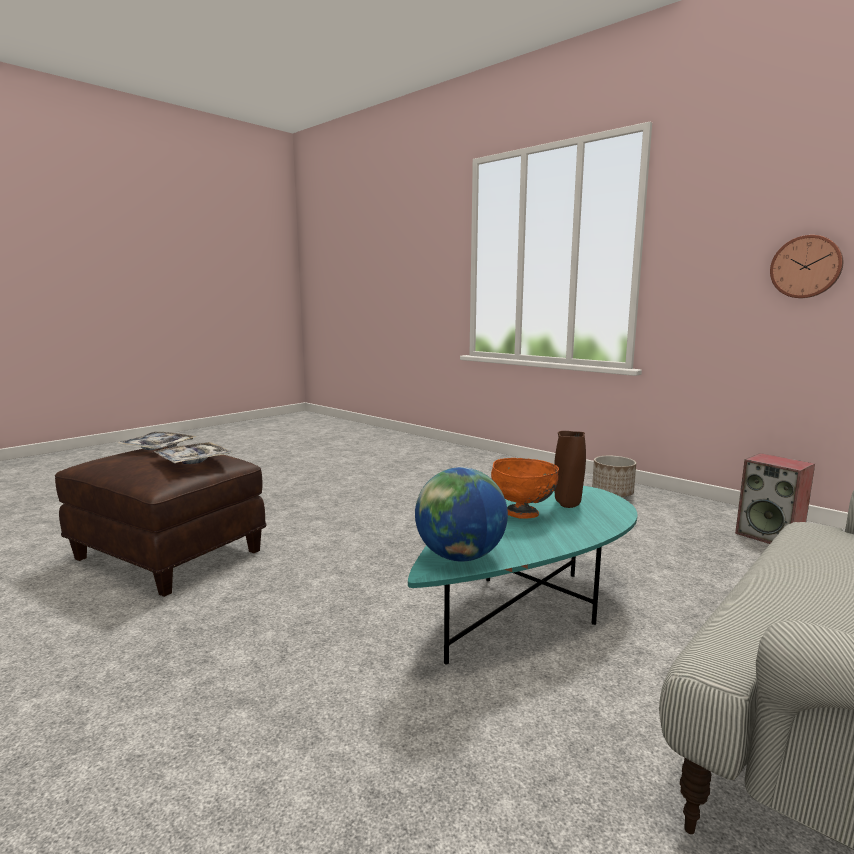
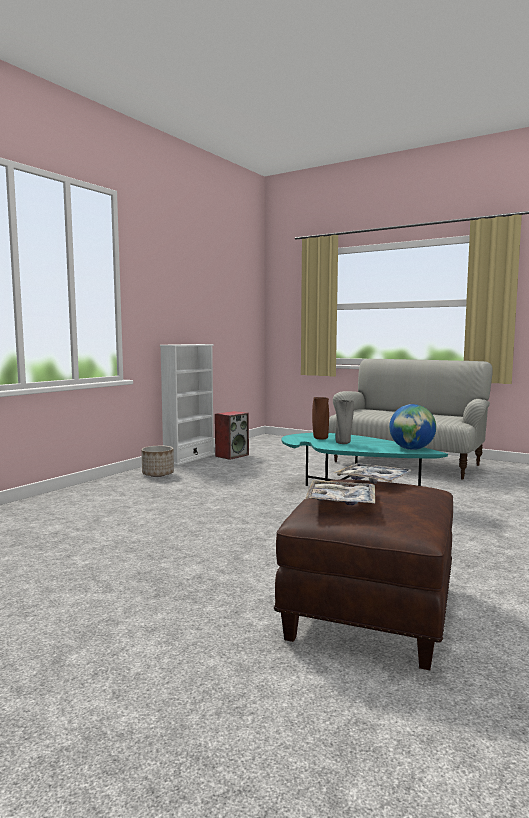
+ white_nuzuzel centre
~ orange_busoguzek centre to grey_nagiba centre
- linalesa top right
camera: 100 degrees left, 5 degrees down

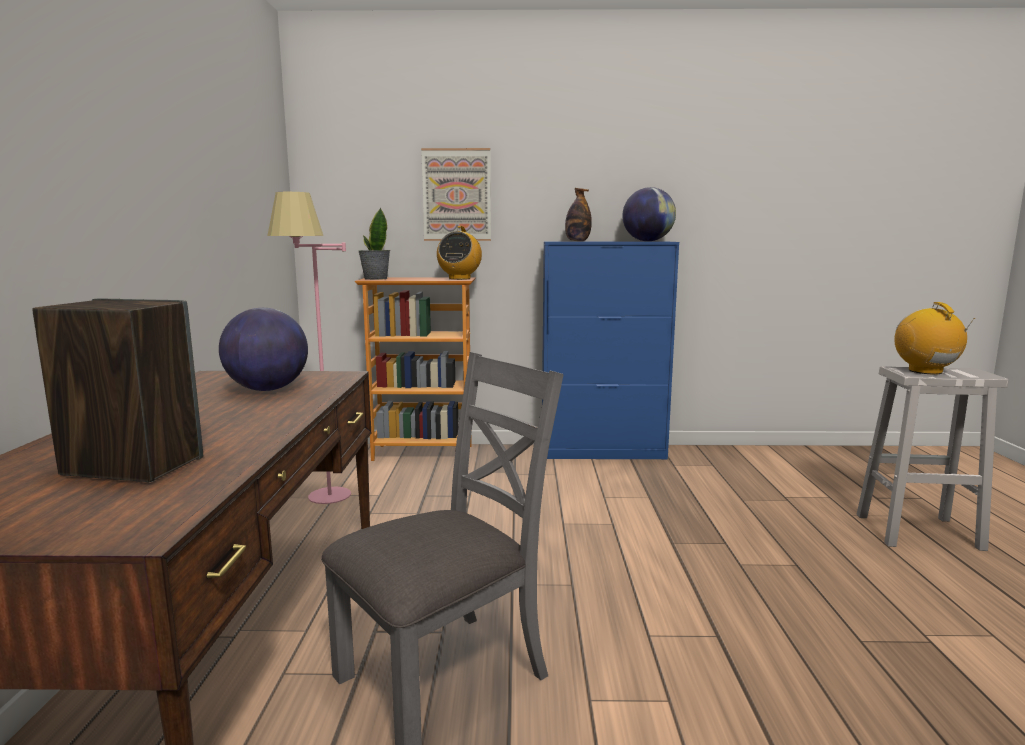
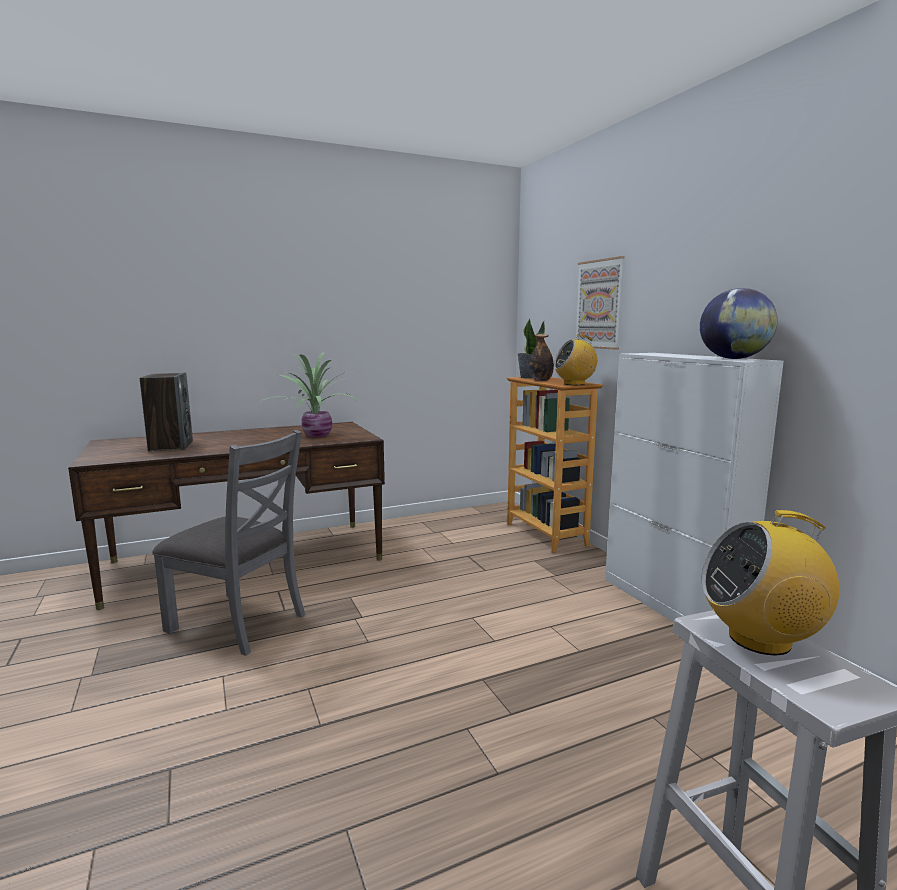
~ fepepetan (no. 1 from left) middle left to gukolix (no. 1 from left) centre
~ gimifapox top centre to centre
~ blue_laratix centre to white_laratix middle right
~ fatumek (no. 2 from left) middle right = middle right 150 degrees counterclockwise
- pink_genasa middle left
camera: 65 degrees right, 0 degrees up

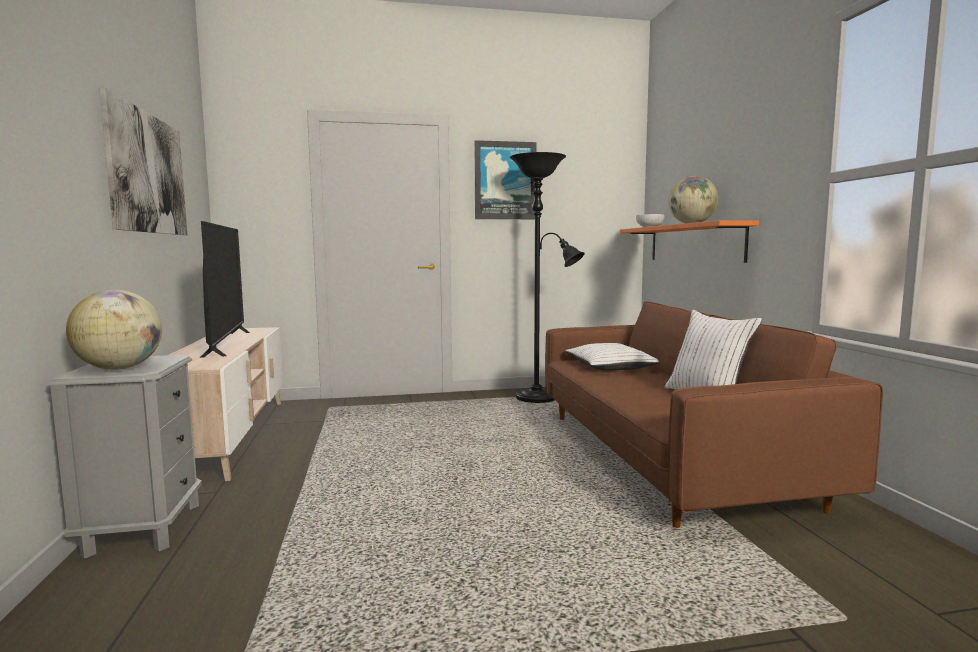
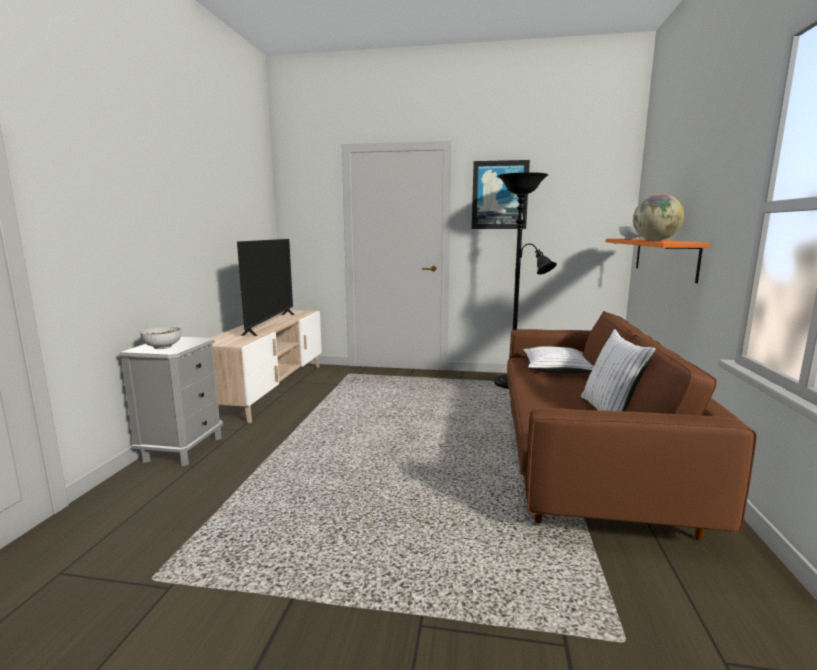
~ fepepetan (no. 1 from left) middle left to busoguzek (no. 1 from left) middle left
- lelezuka (no. 1 from left) top left
camera: 20 degrees right, 5 degrees up

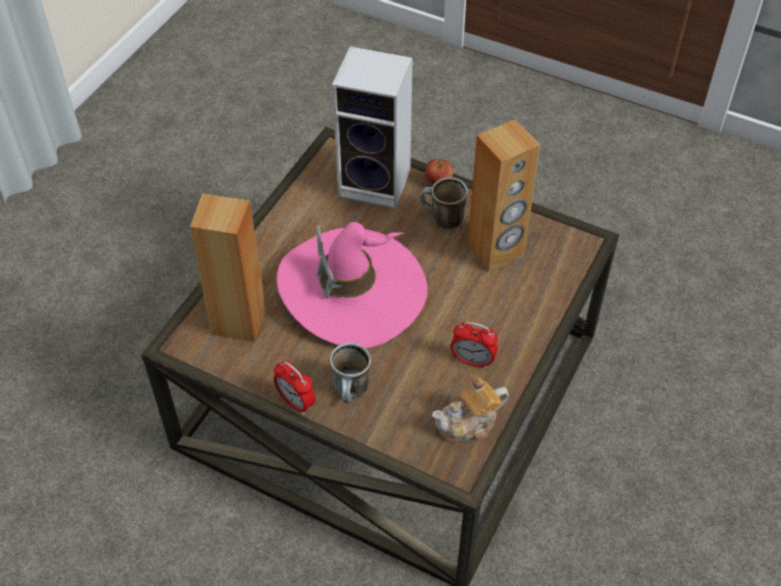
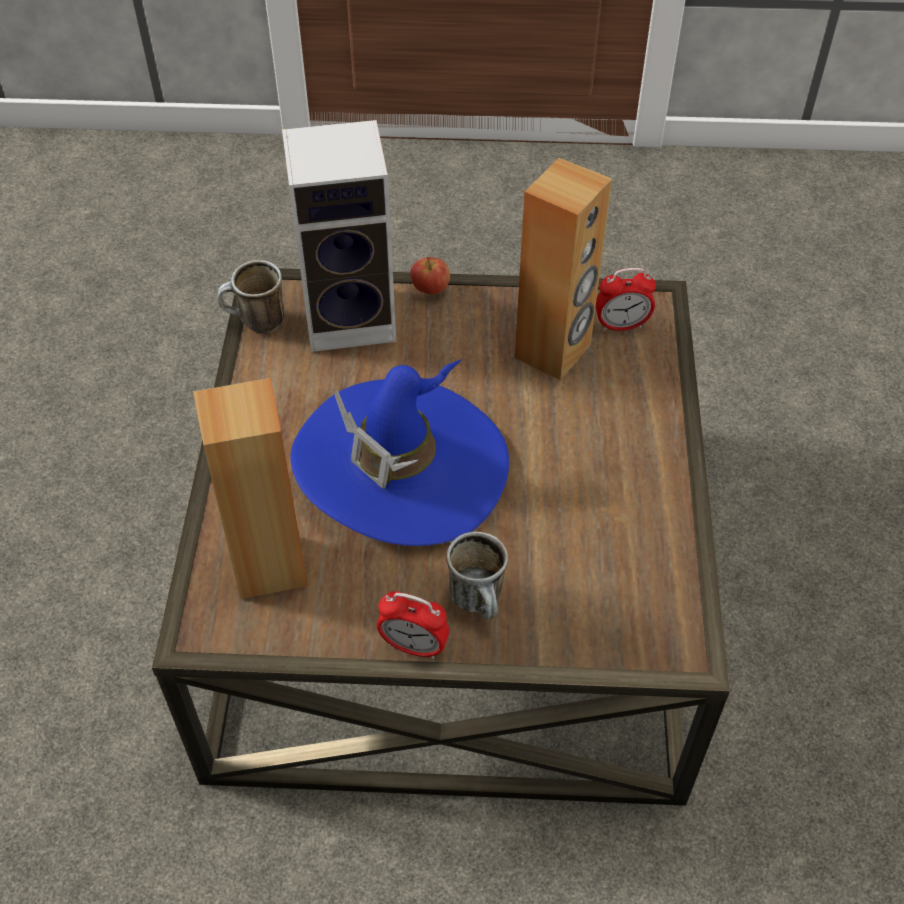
~ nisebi (no. 2 from left in the first image) centre to nisebi (no. 1 from left) top left
~ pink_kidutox centre to blue_kidutox centre
~ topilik (no. 2 from left) centre to top right
- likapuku bottom centre
camera: 25 degrees left, 0 degrees up

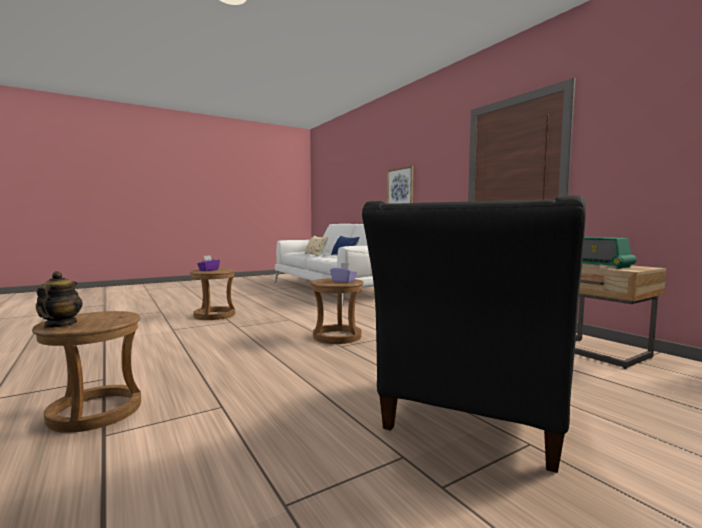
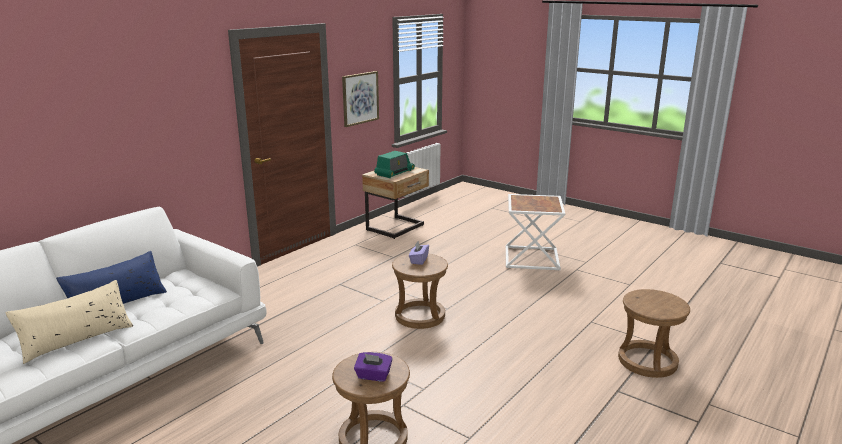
~ lelezuka centre to top centre
~ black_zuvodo middle right to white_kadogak centre
- likapuku middle left
camera: 110 degrees left, 15 degrees up

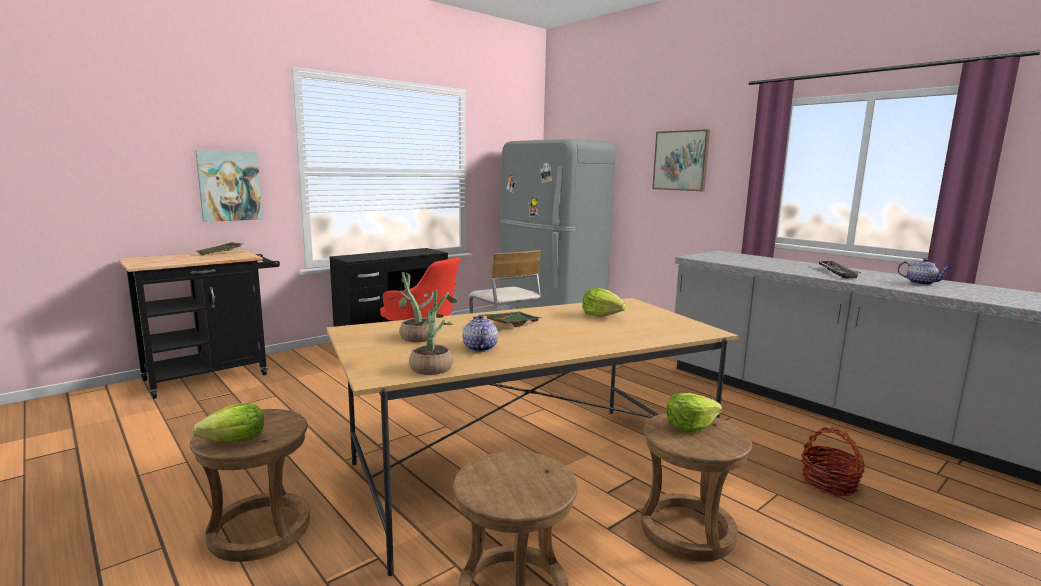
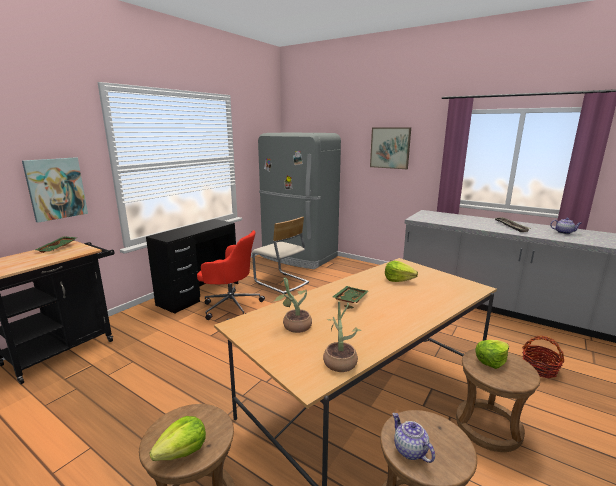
~ likapuku (no. 1 from left) centre to bottom right
camera: 15 degrees left, 5 degrees up

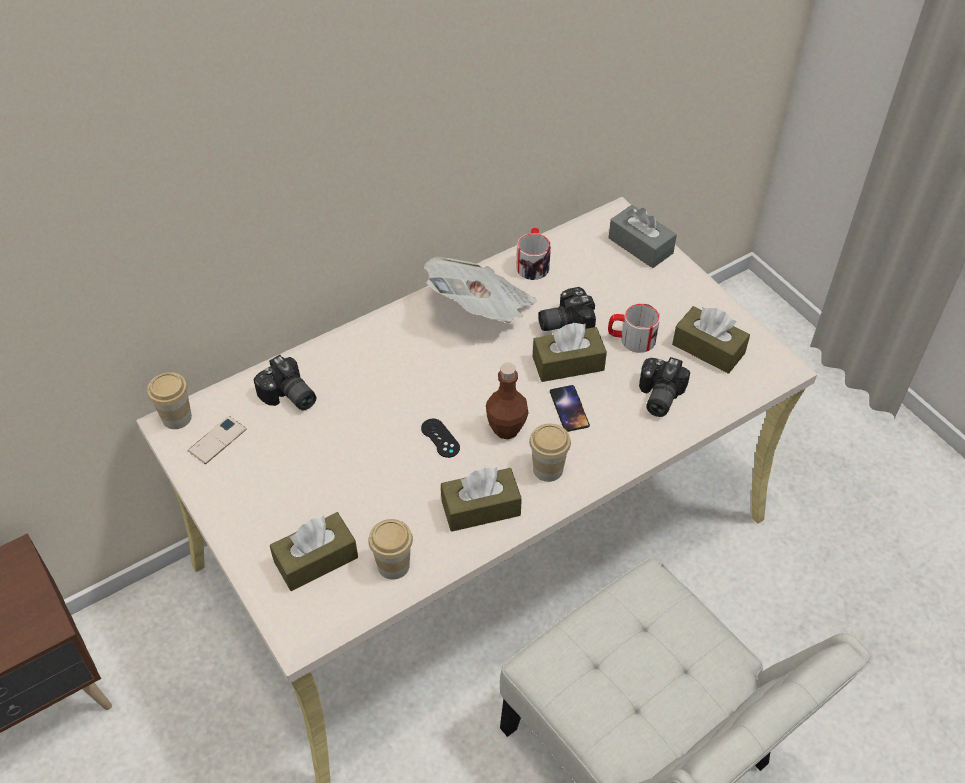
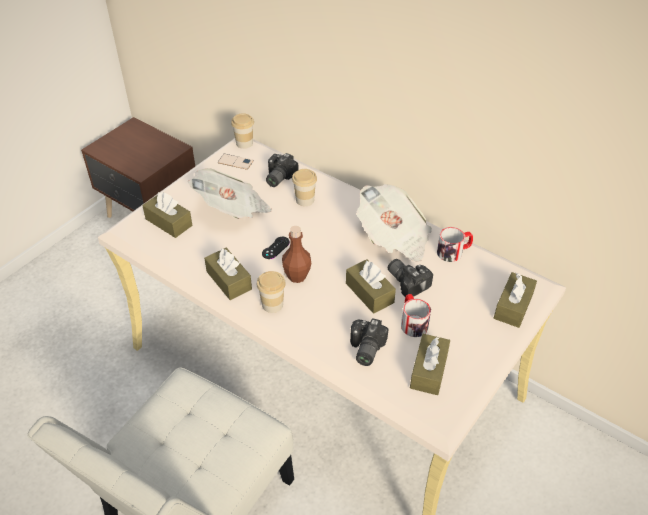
+ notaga (no. 1 from left) centre
~ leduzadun (no. 2 from left in the first image) bottom centre to leduzadun (no. 3 from left) centre
~ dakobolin (no. 3 from left in the first image) middle right = centre 75 degrees counterclockwise
~ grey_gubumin top centre to brown_gubumin (no. 5 from left) middle right
- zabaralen (no. 2 from left) centre
camera: 70 degrees right, 5 degrees down

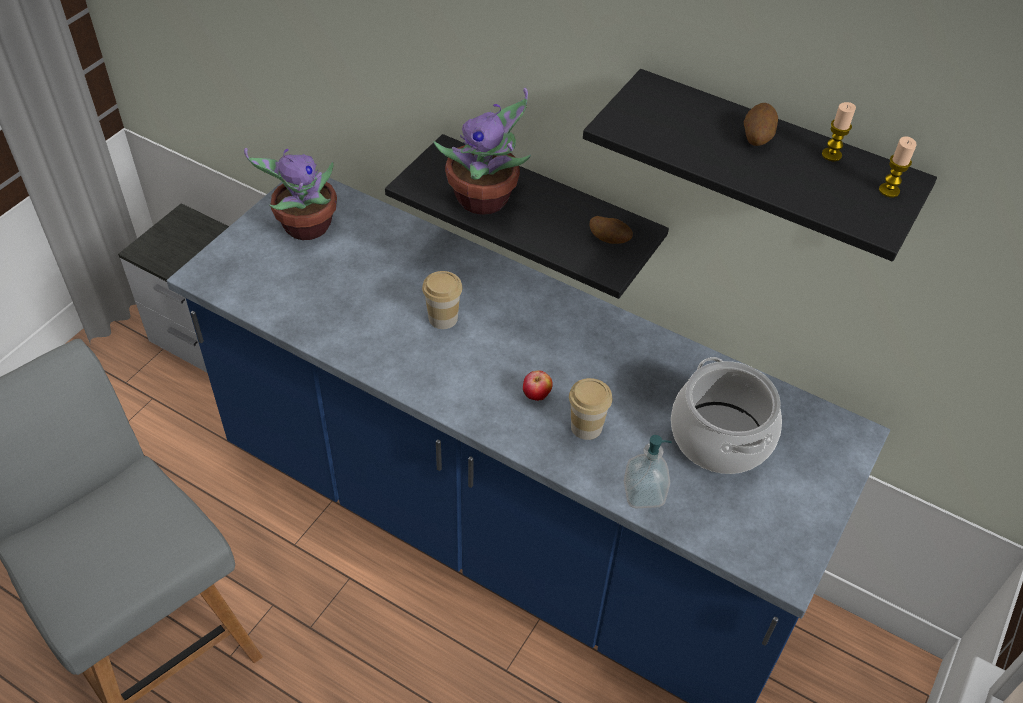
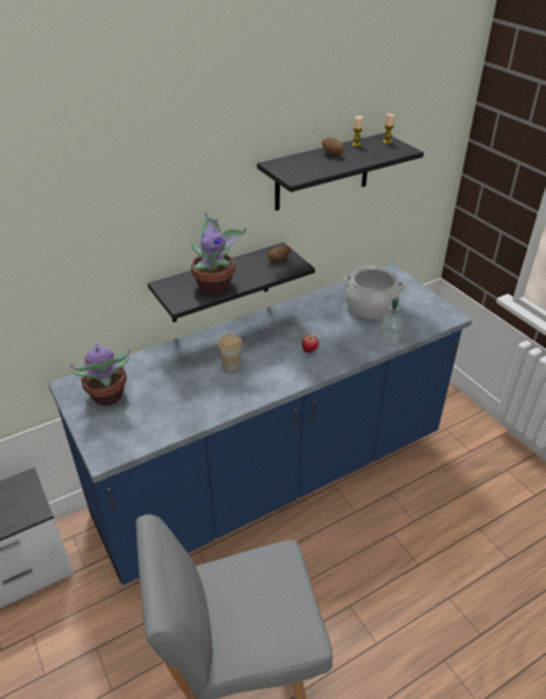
- leduzadun (no. 2 from left) centre
camera: 60 degrees left, 10 degrees down

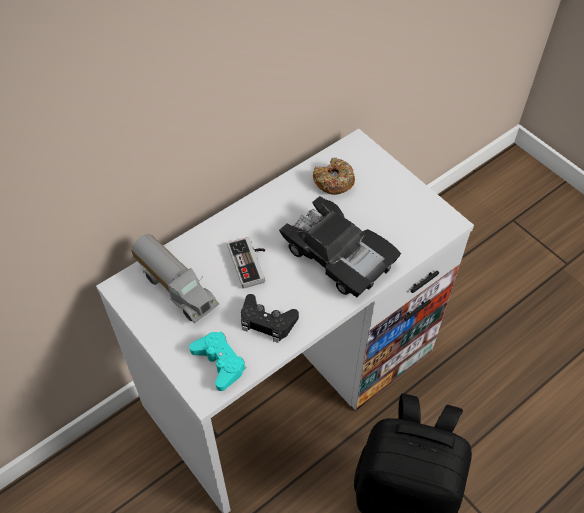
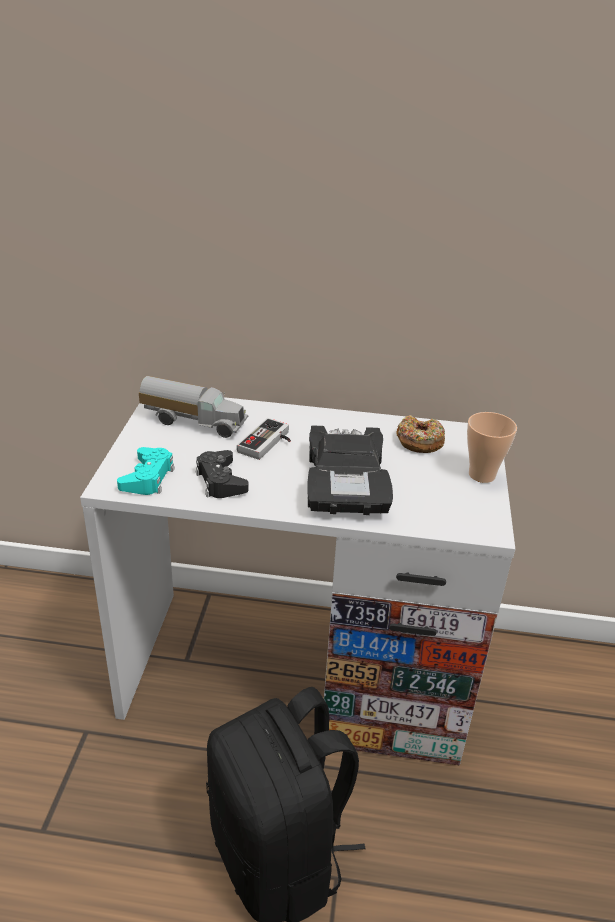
~ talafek middle left = middle left 75 degrees counterclockwise
+ leduzadun middle right
camera: 45 degrees right, 20 degrees down

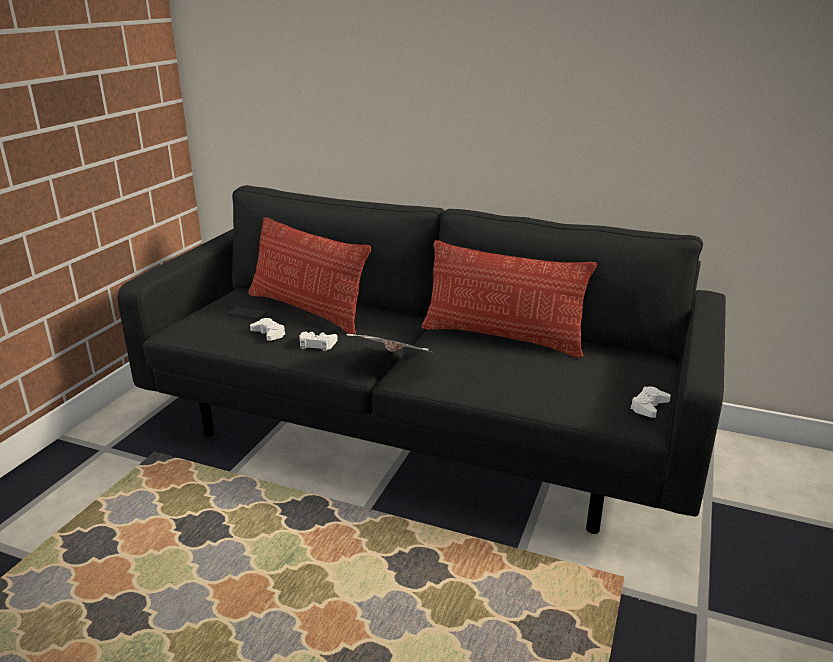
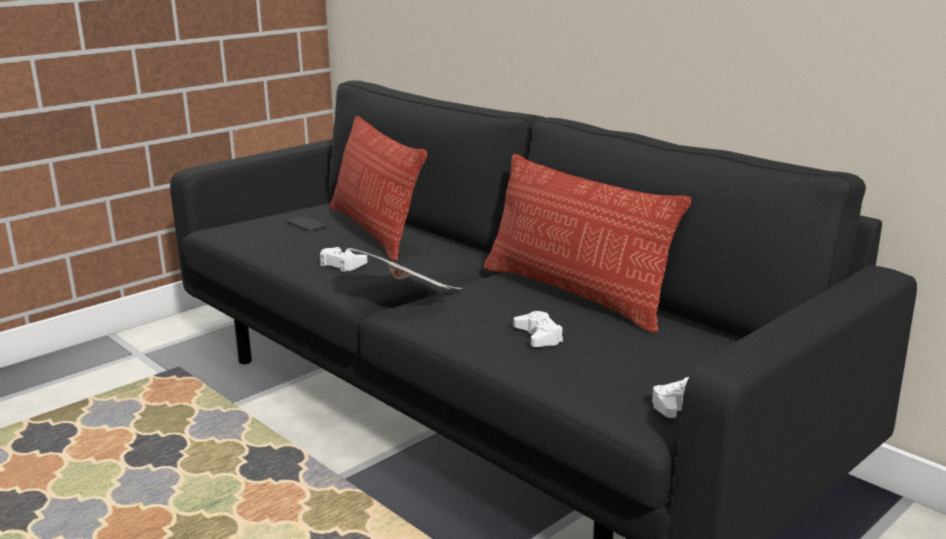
~ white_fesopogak (no. 1 from left in the first image) middle left to white_fesopogak (no. 2 from left) centre
camera: 25 degrees right, 5 degrees down

